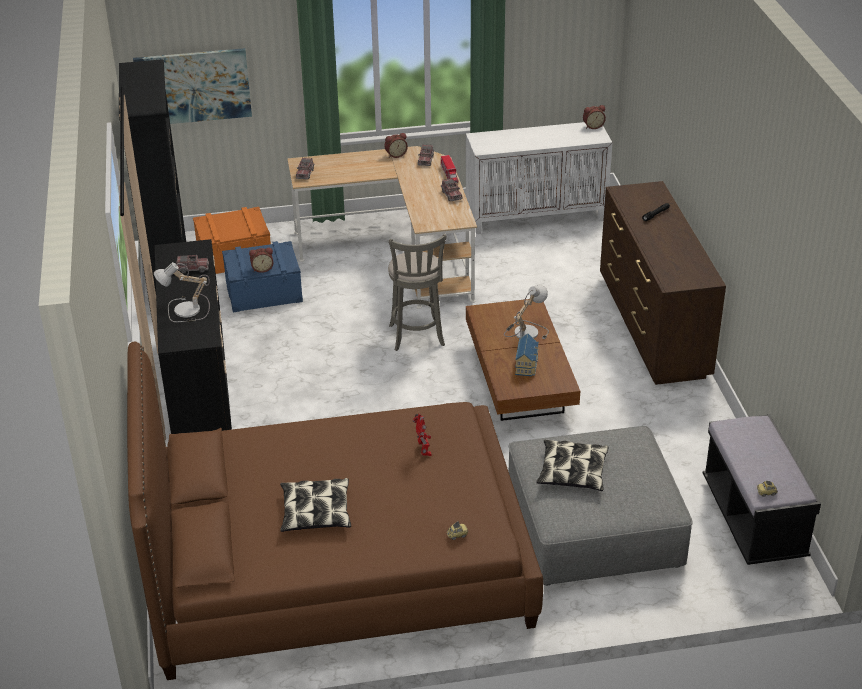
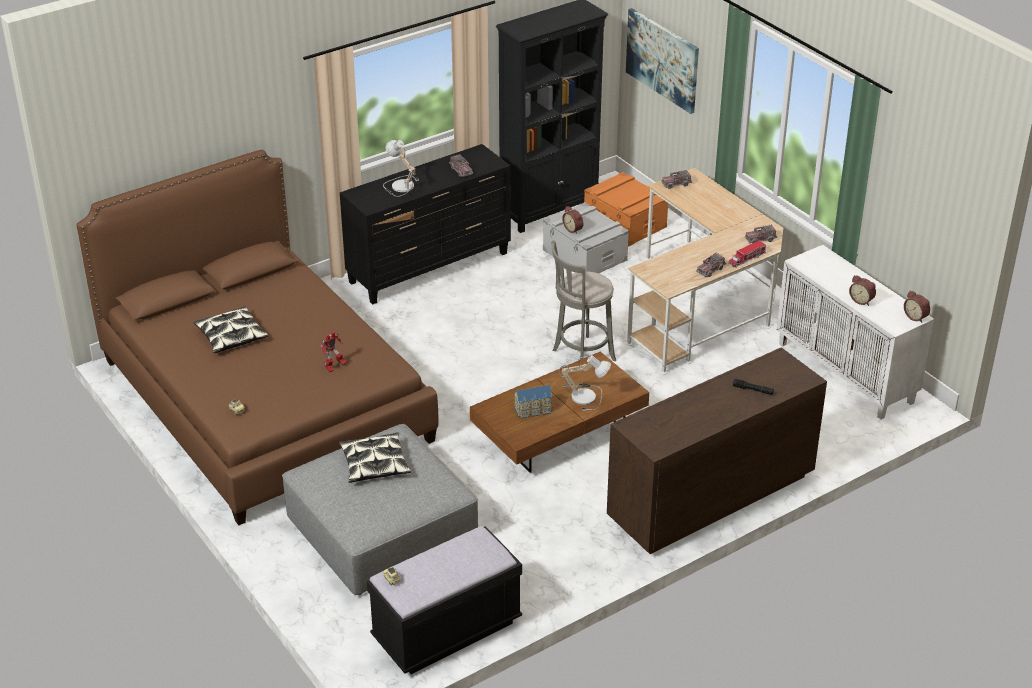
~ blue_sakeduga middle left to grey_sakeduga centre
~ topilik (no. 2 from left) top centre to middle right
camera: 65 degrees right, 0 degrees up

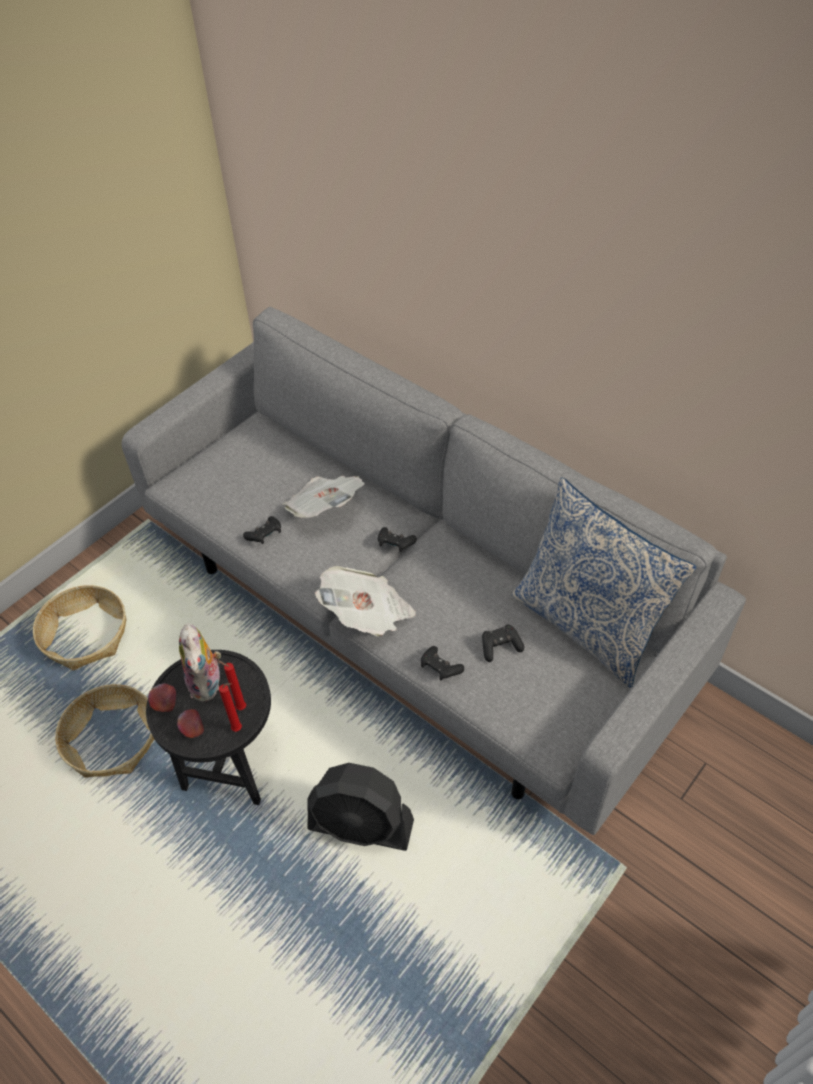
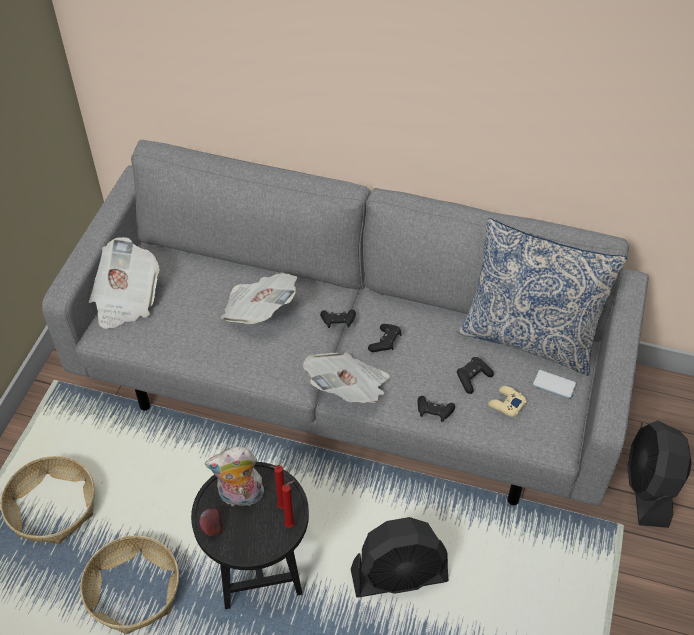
+ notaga (no. 1 from left) middle left
~ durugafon middle left = bottom centre 120 degrees clockwise
~ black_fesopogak (no. 1 from left in the first image) middle left to black_fesopogak (no. 2 from left) centre
+ beige_fesopogak middle right
+ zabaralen middle right
+ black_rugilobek (no. 2 from left) bottom right
- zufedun (no. 2 from left) bottom left
camera: 25 degrees left, 0 degrees up

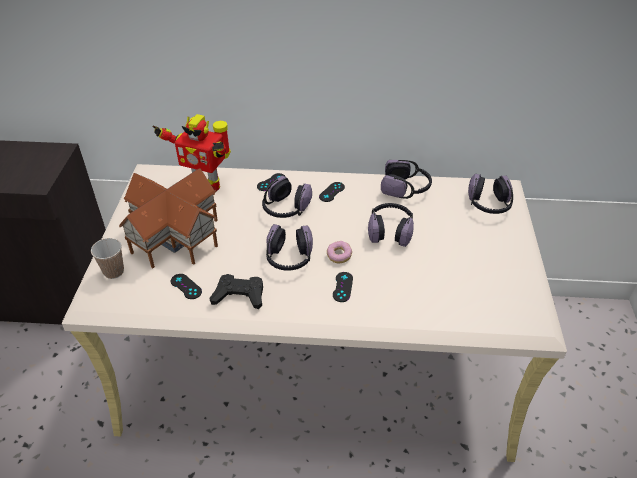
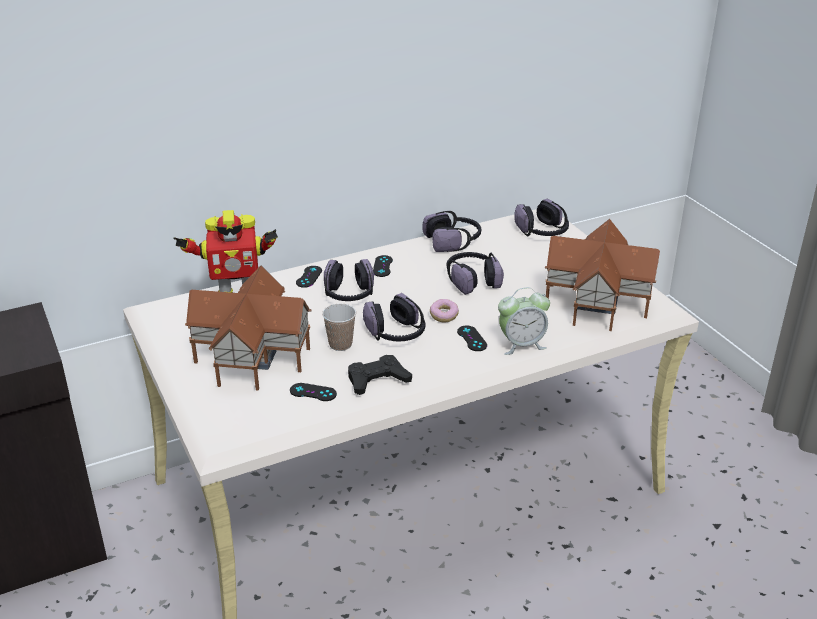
~ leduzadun middle left to centre
+ topilik centre
+ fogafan (no. 2 from left) middle right
camera: 30 degrees left, 10 degrees down

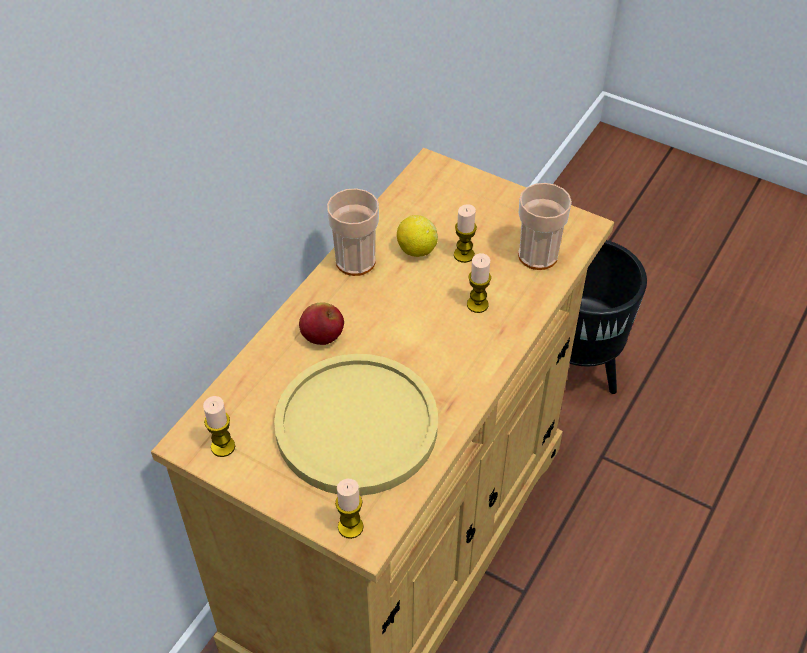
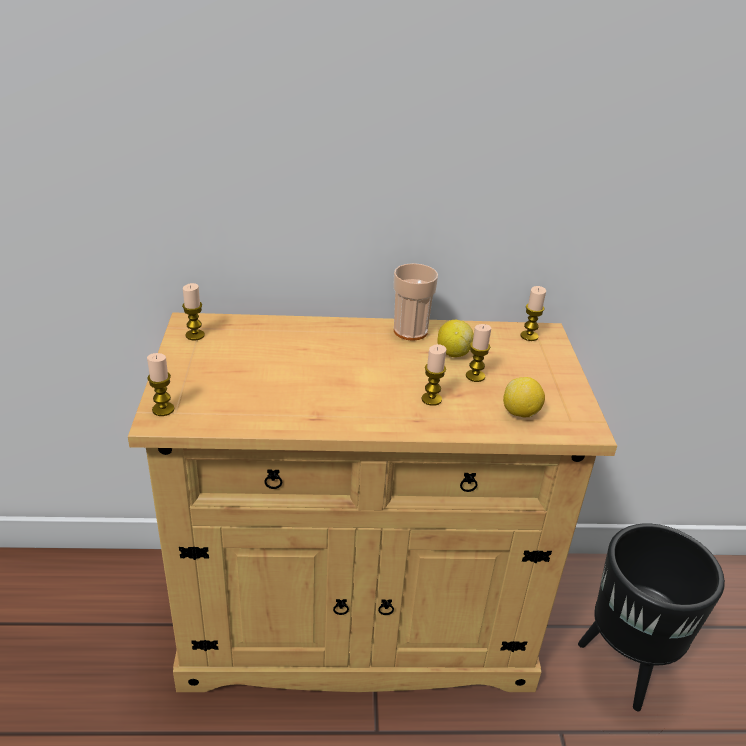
~ leduzadun (no. 2 from left) middle right to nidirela (no. 2 from left) middle right
+ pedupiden (no. 5 from left) middle right
- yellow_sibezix centre
- zufedun centre
camera: 55 degrees right, 15 degrees down

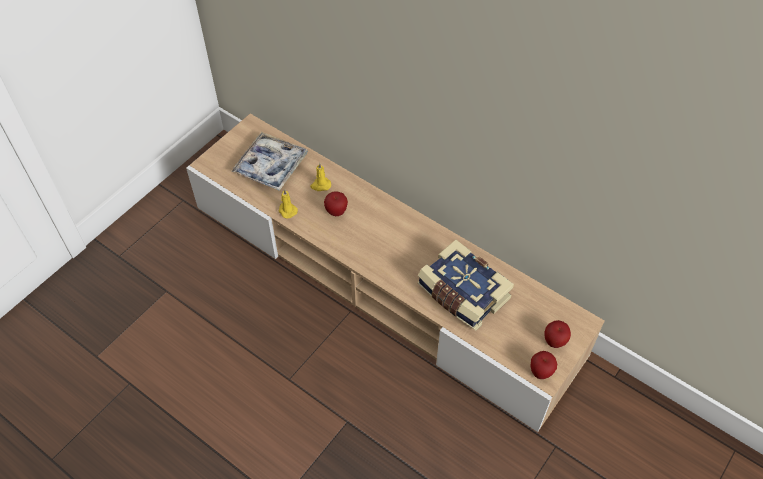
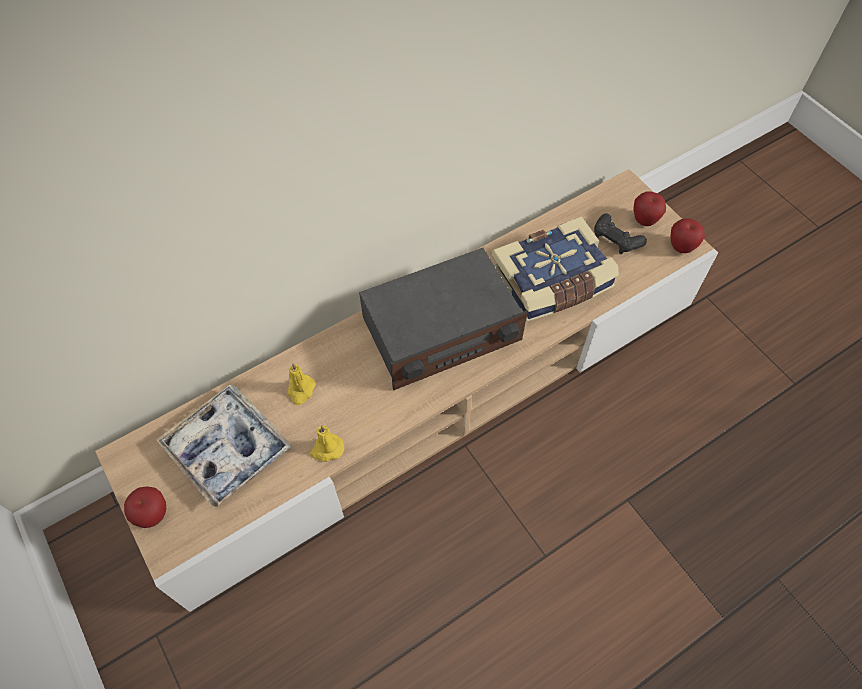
~ zufedun (no. 1 from left) centre to bottom left
+ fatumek centre
+ black_fesopogak middle right
camera: 70 degrees left, 5 degrees up

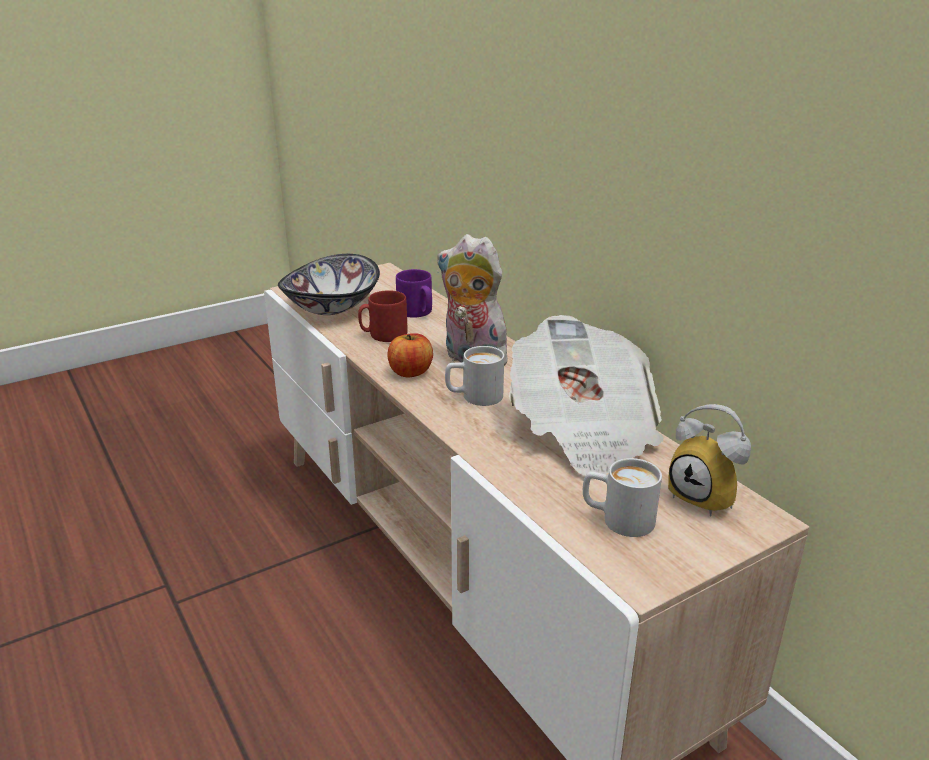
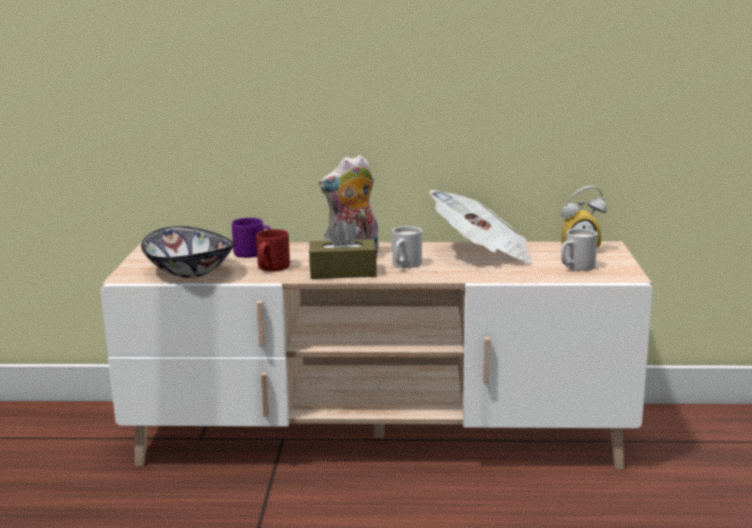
~ zufedun centre to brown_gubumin centre
camera: 55 degrees left, 10 degrees down

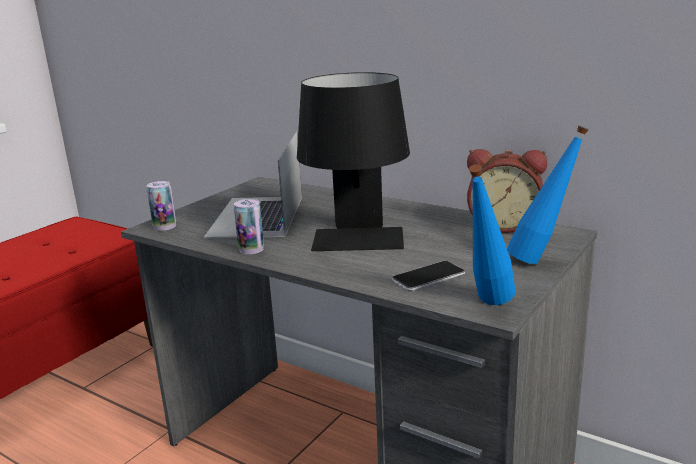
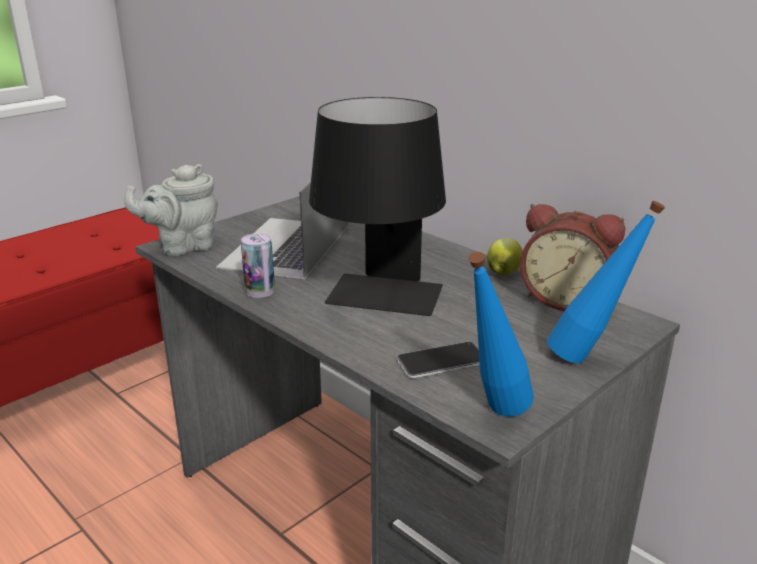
~ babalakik (no. 1 from left) middle left to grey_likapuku middle left
+ zufedun middle right
camera: 10 degrees right, 5 degrees up

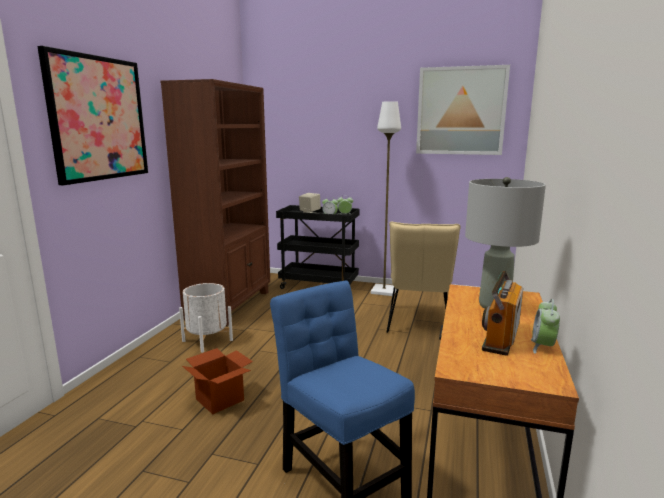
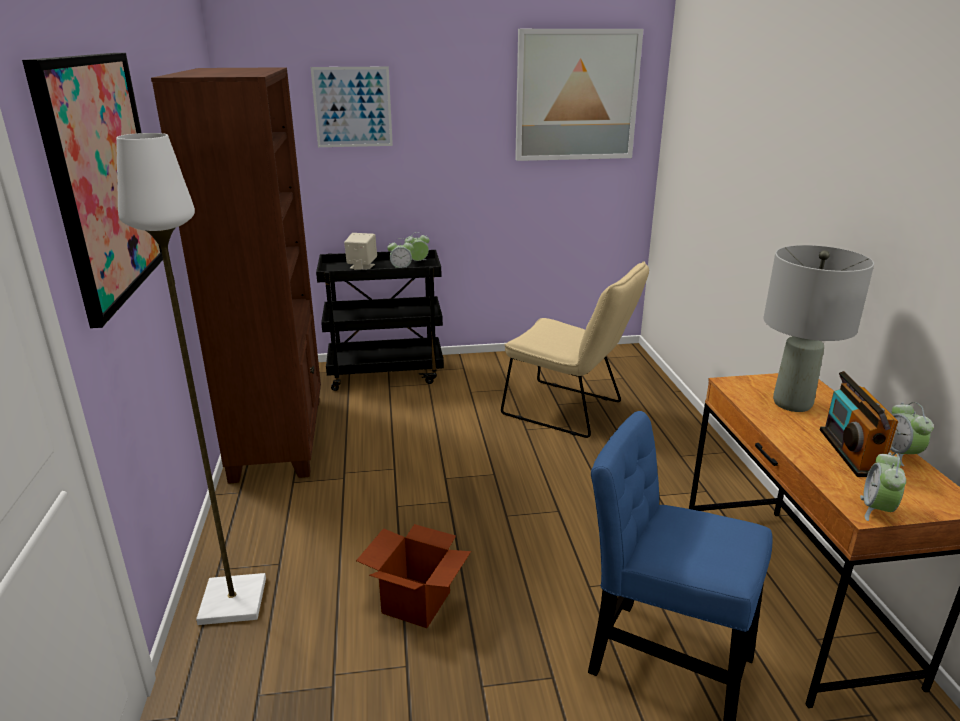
~ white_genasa centre to middle left
+ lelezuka (no. 2 from left) top centre
~ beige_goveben centre = centre 45 degrees counterclockwise
+ topilik (no. 3 from left) bottom right
- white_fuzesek middle left
camera: 25 degrees left, 10 degrees up

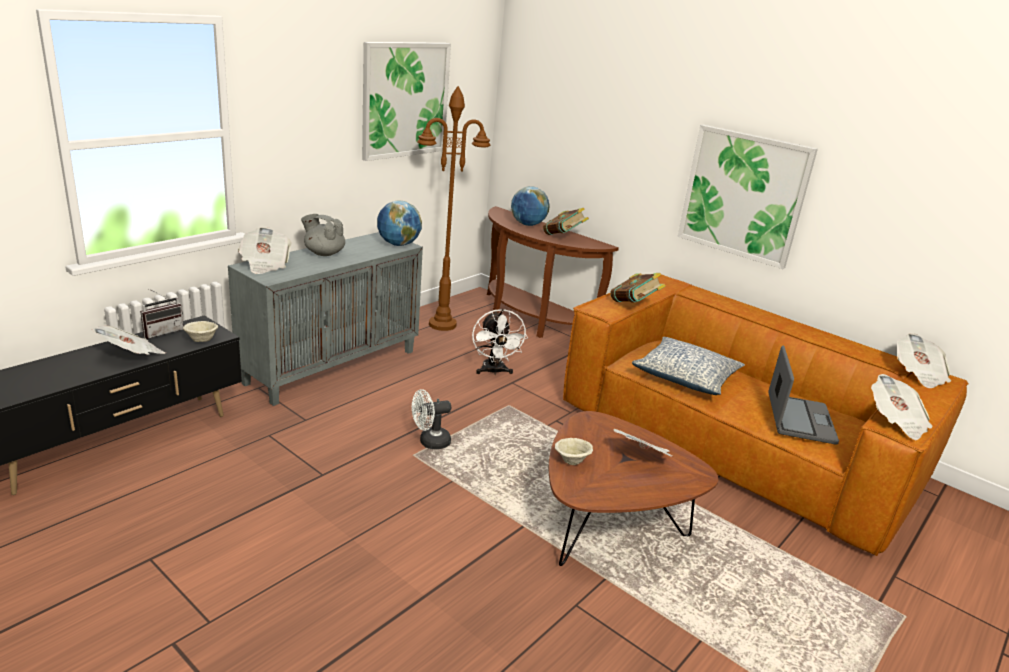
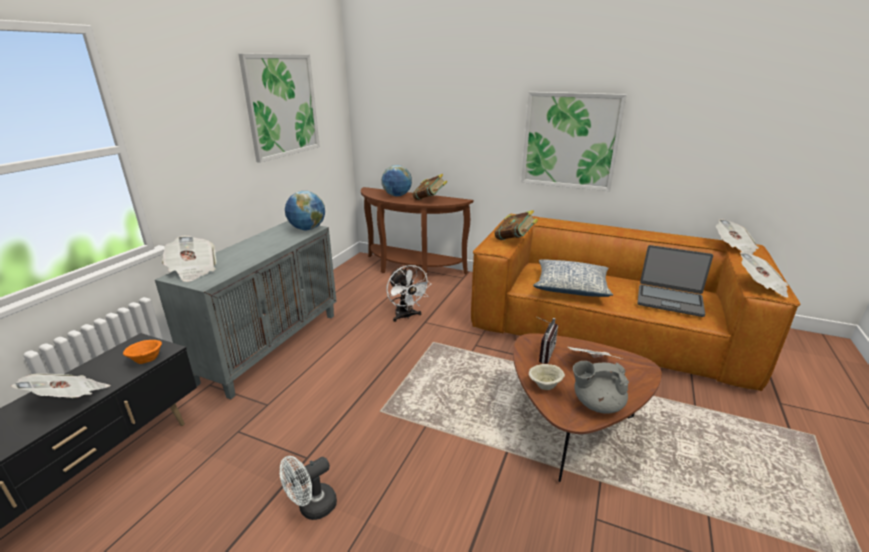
~ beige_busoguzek (no. 1 from left) middle left to orange_busoguzek middle left
~ white_rugilobek (no. 1 from left) centre to bottom centre
~ fatumek middle left to centre
~ grey_likapuku middle left to bottom right
~ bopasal middle right = middle right 120 degrees clockwise
- brown_genasa top centre
camera: 15 degrees left, 0 degrees up

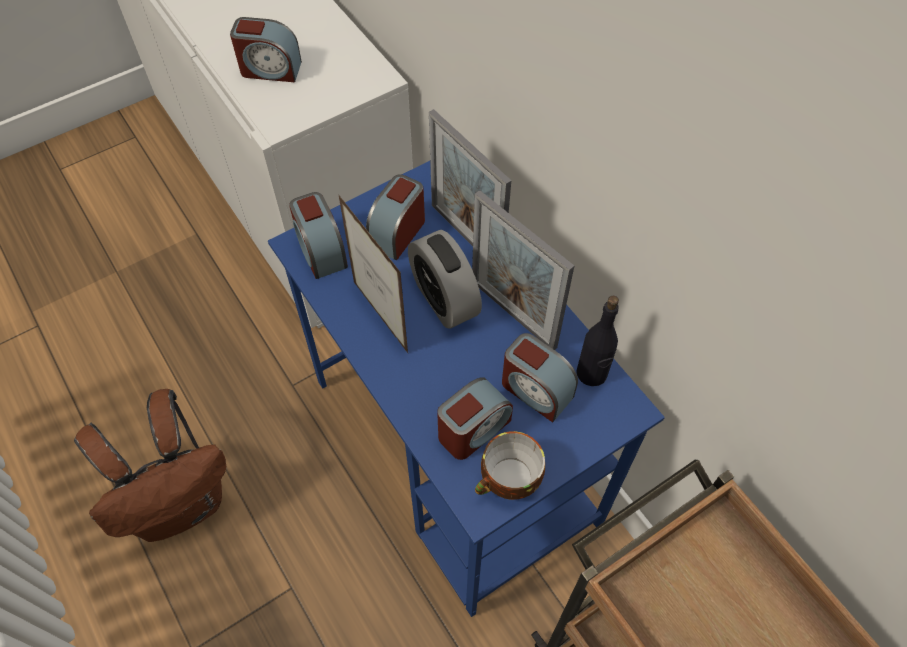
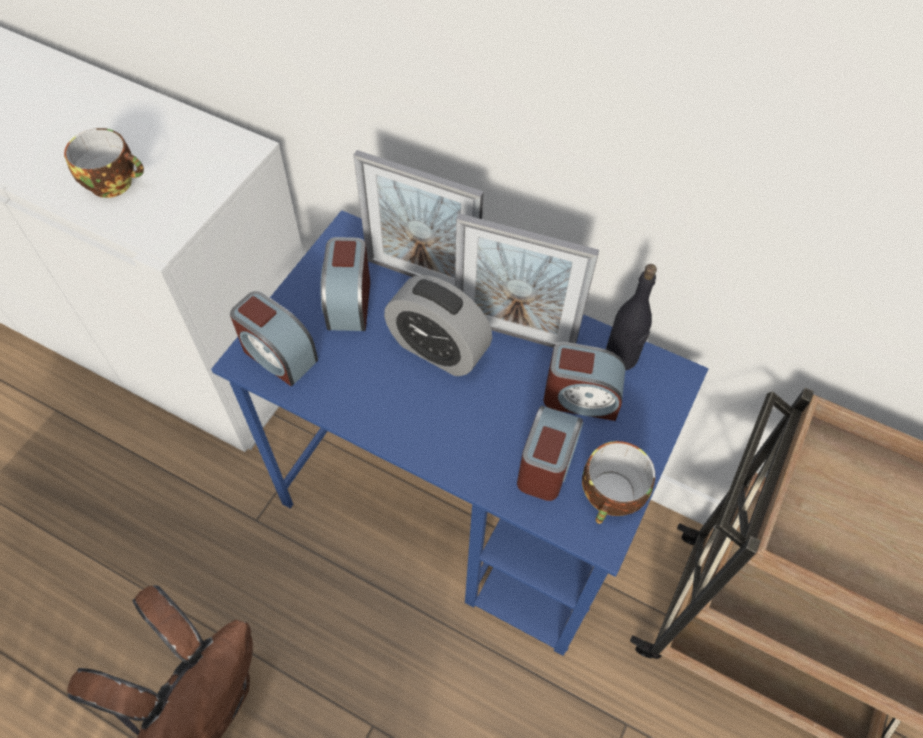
~ topilik (no. 1 from left) top left to leduzadun (no. 1 from left) top left
- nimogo (no. 1 from left) centre
camera: 30 degrees left, 0 degrees up

